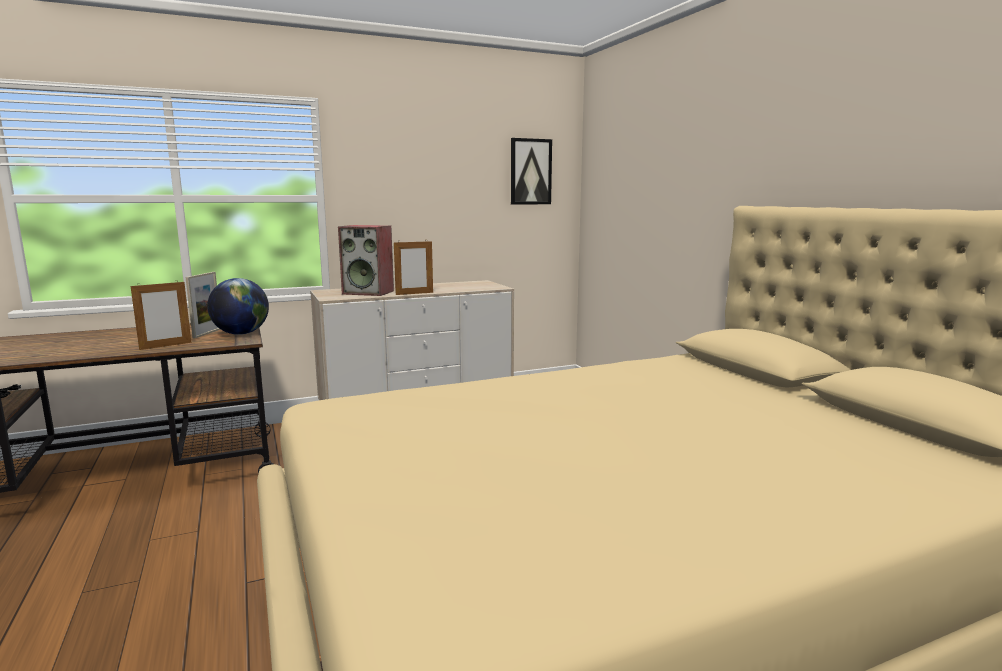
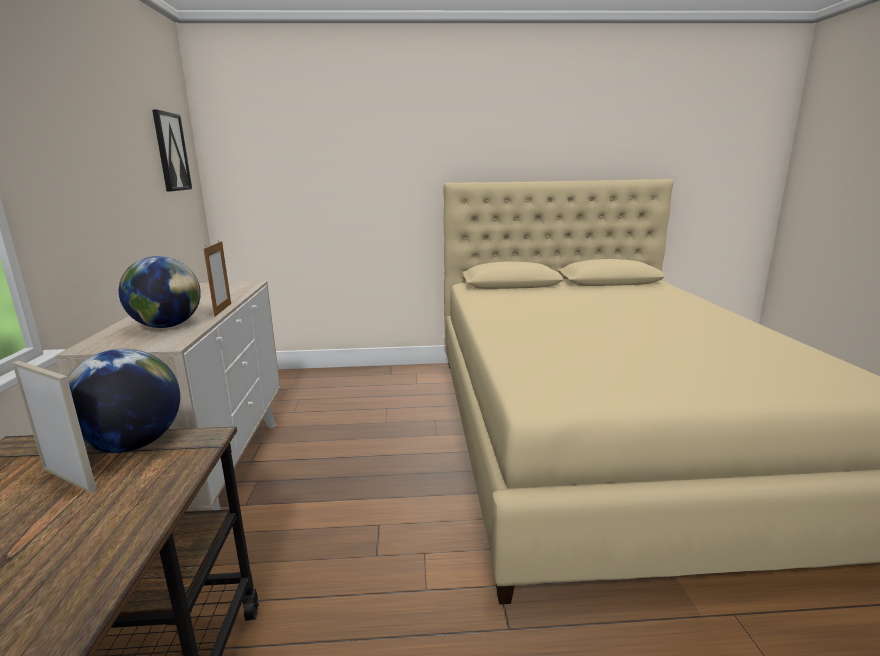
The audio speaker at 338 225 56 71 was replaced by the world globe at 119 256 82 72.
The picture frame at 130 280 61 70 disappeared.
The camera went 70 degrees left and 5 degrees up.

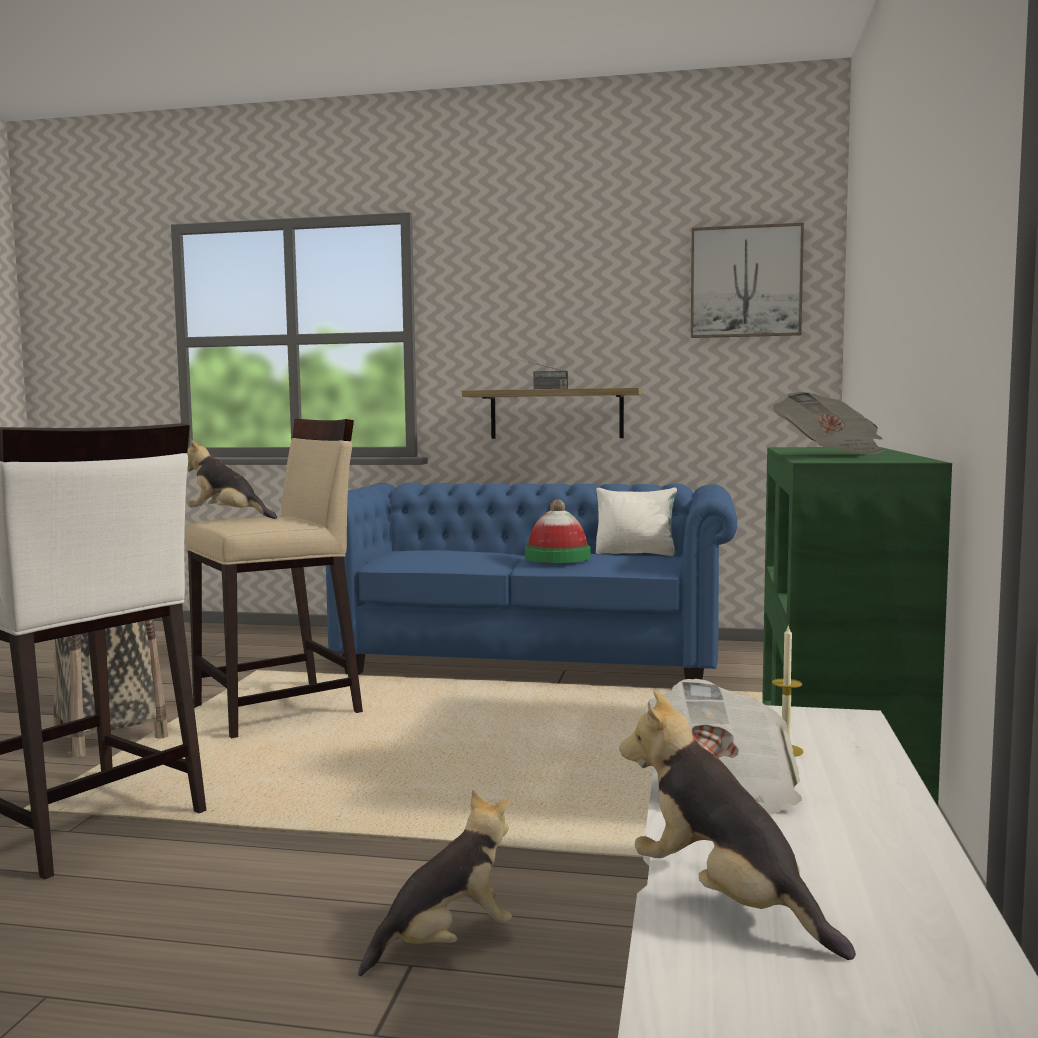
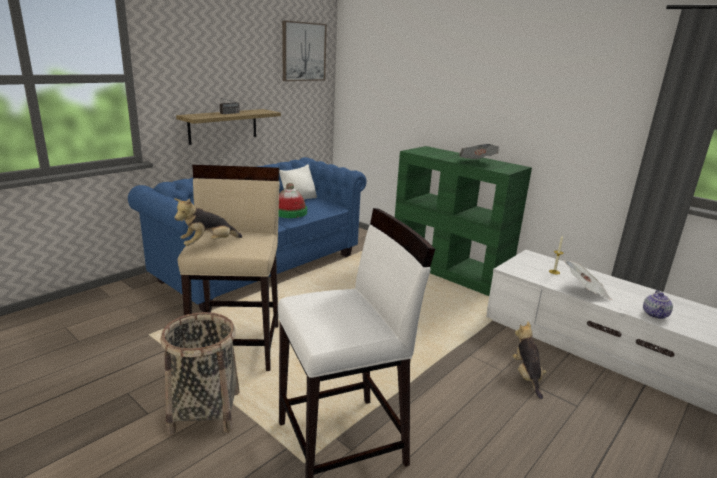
The plush toy at 619 690 237 270 was replaced by the tea pot at 643 290 30 29.
The camera went 60 degrees left and 15 degrees up.

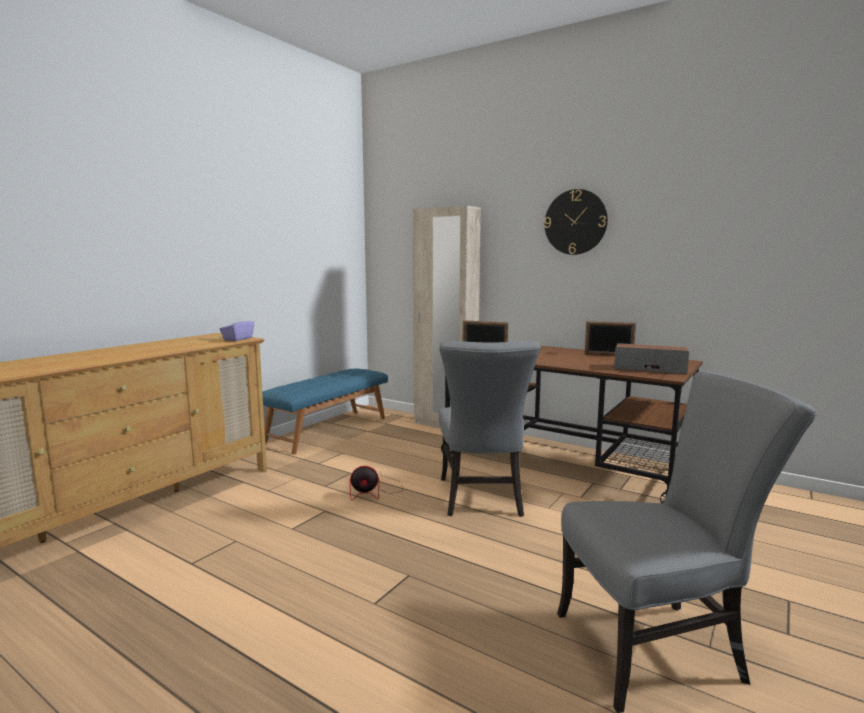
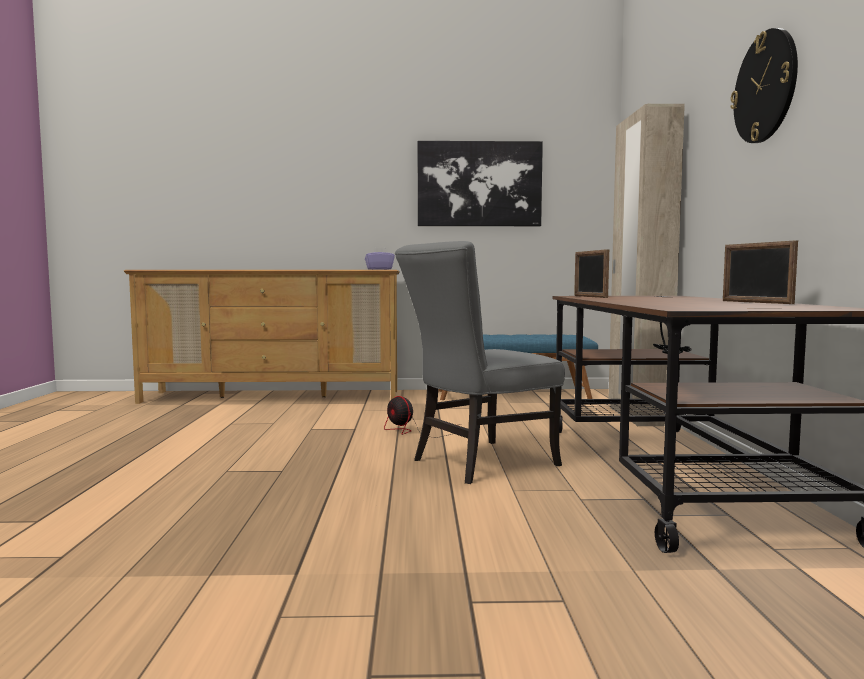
The audio speaker at 614 343 75 32 disappeared.
The greyish upright chair at 557 371 260 342 disappeared.
The wall art at 418 141 125 85 appeared.
The camera went 55 degrees right and 5 degrees down.

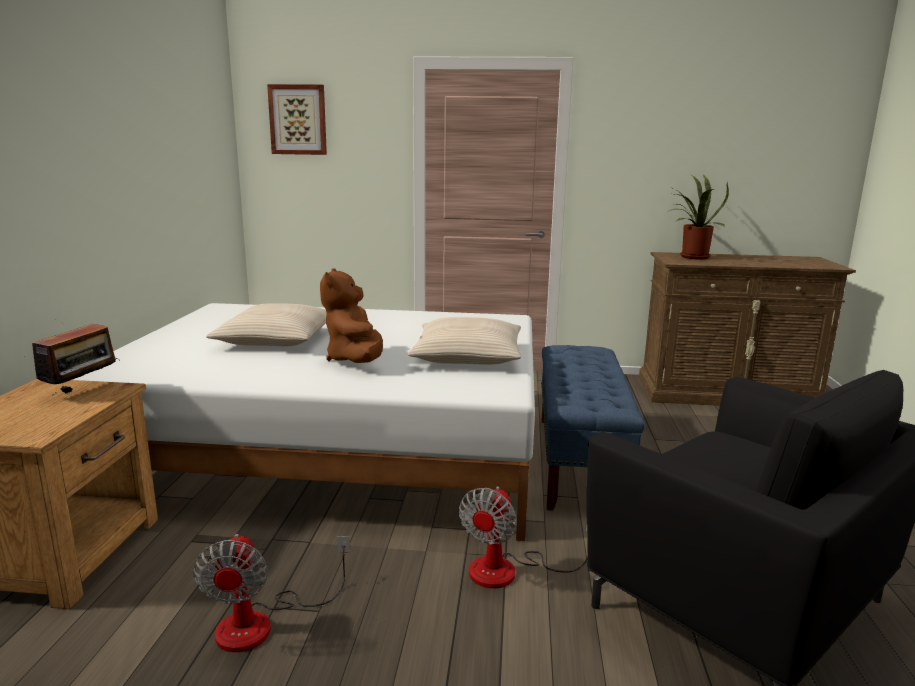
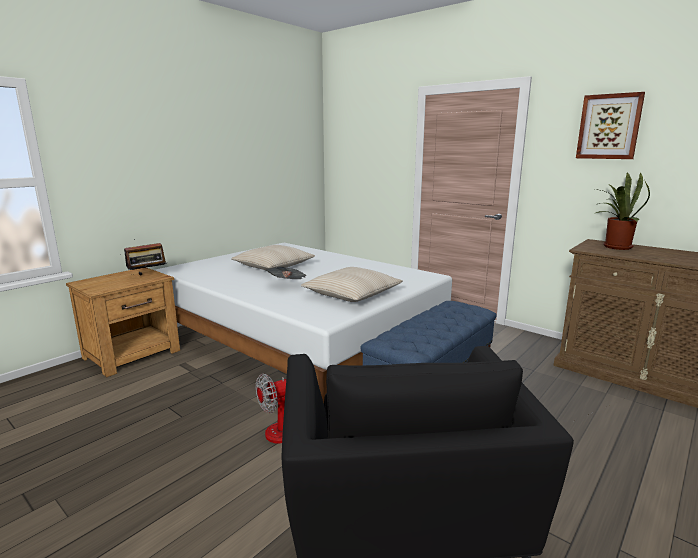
The wall art moved from 267 84 60 71 to 576 92 69 67.
The brown-coloured plush toy at 320 268 63 95 was replaced by the newspaper at 265 267 41 12.
The cooling fan at 193 534 157 118 disappeared.
The camera went 35 degrees right and 0 degrees up.

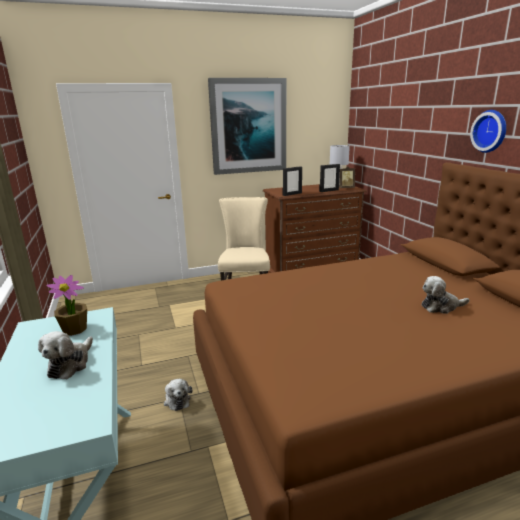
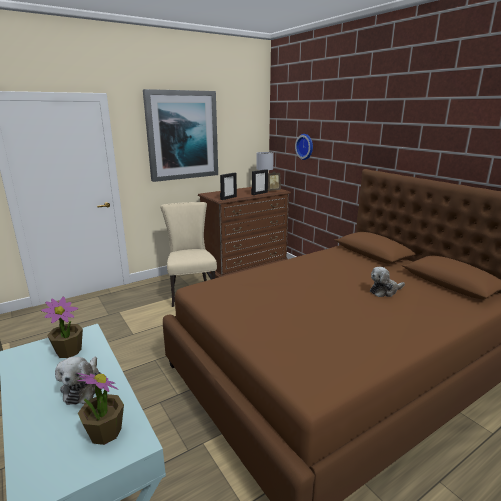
The hanging clock moved from 470 110 36 43 to 295 134 18 26.
The plush toy at 164 379 28 32 disappeared.
The plant in a pot at 77 373 47 72 appeared.
The camera went 15 degrees left and 0 degrees up.

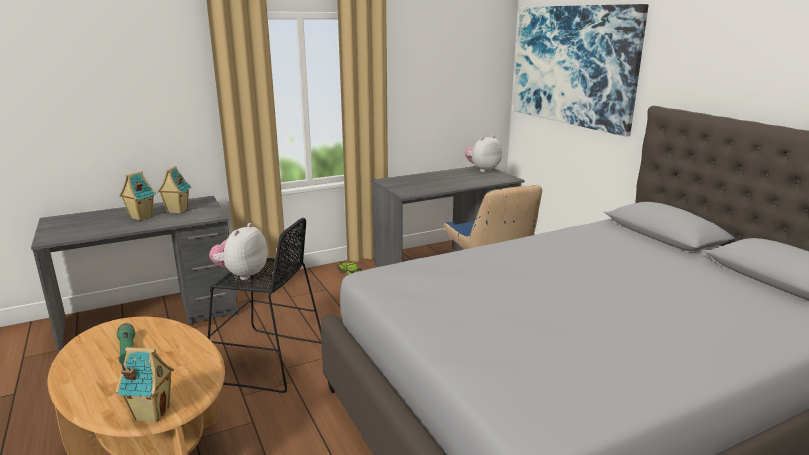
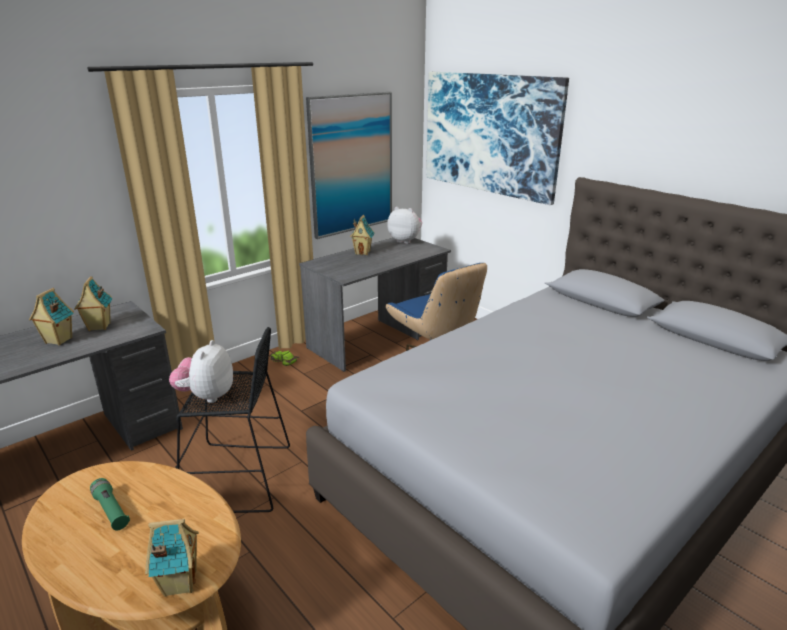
The plush toy at 465 135 37 37 turned 75 degrees clockwise.
The wall art at 306 92 86 147 appeared.
The model house at 350 215 25 40 appeared.
The camera went 15 degrees left and 5 degrees up.

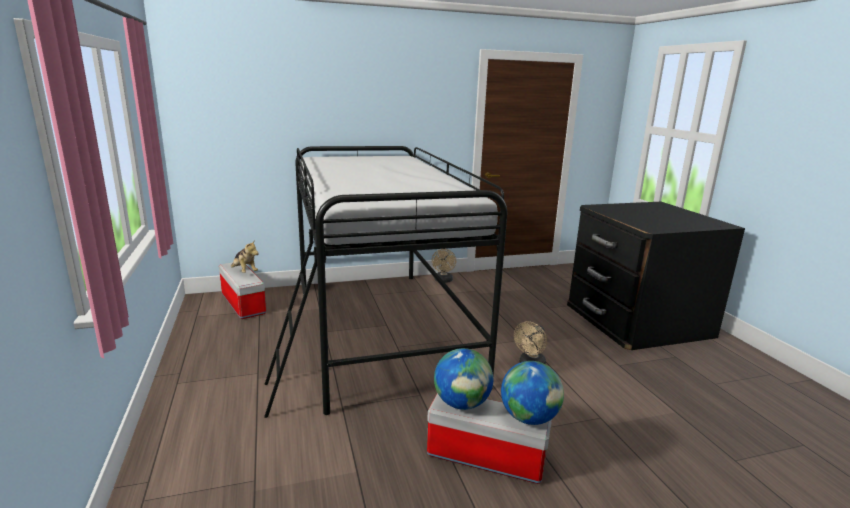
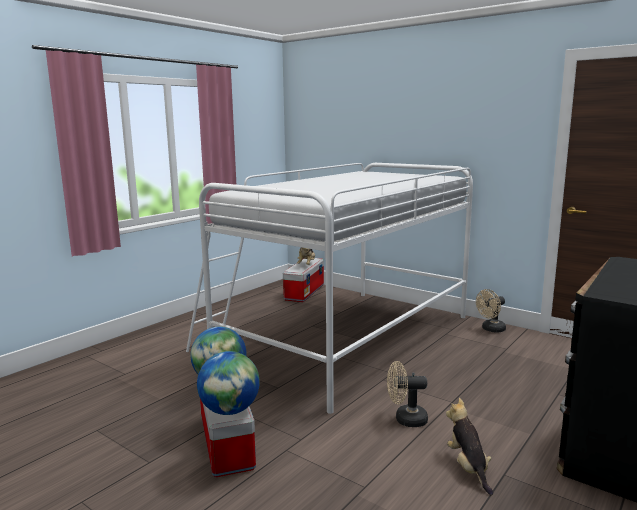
The blackish sleeping bed at 264 146 243 272 became the white sleeping bed at 186 163 287 251.
The plush toy at 446 398 47 97 appeared.
The camera went 55 degrees right and 5 degrees down.

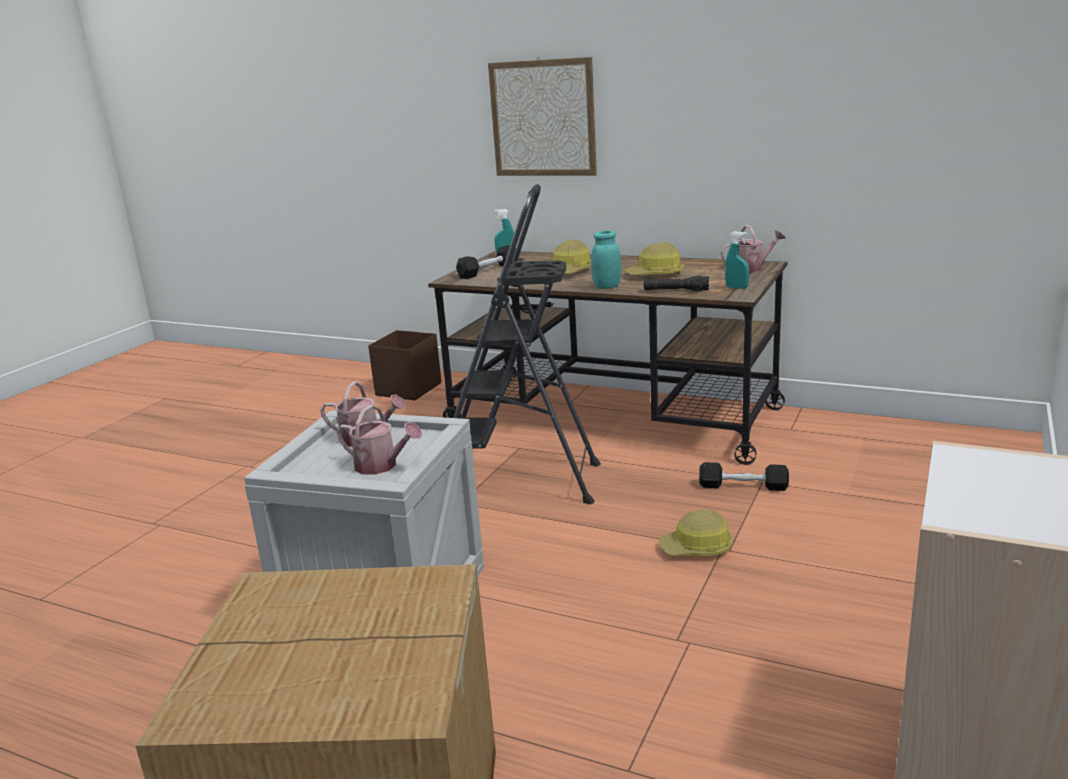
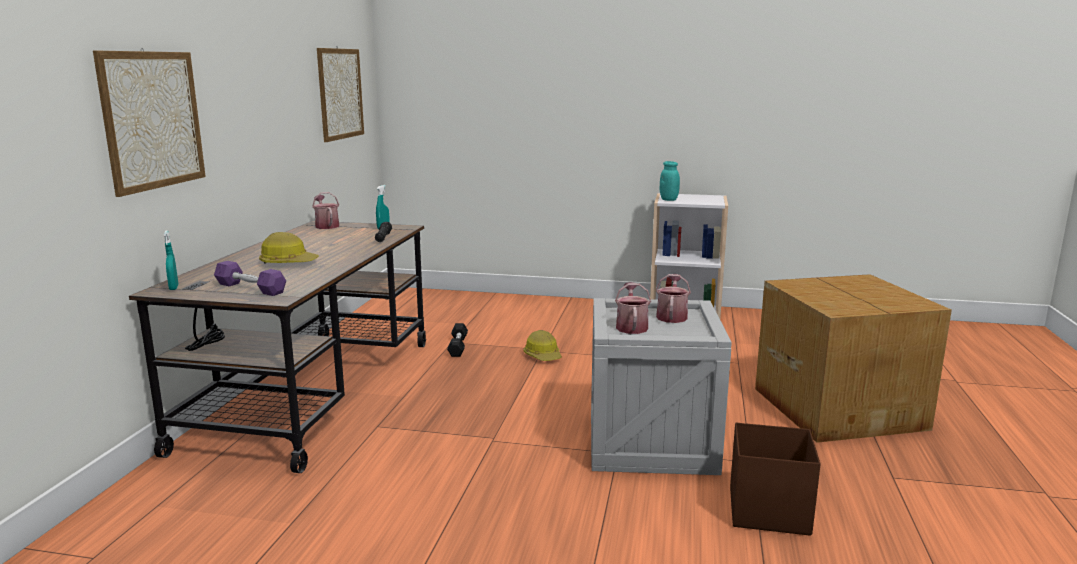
The stepladder at 454 184 147 320 disappeared.
The turquoise storage jar moved from 591 231 30 58 to 660 161 20 40.
The work helmet at 625 242 59 33 disappeared.
The blackish dumbbell at 456 245 60 34 became the purple dumbbell at 214 261 72 35.
The brown-coloured storage bin moved from 368 330 73 70 to 730 423 90 113.
The wall art at 317 46 47 96 appeared.
The camera went 105 degrees left and 5 degrees down.

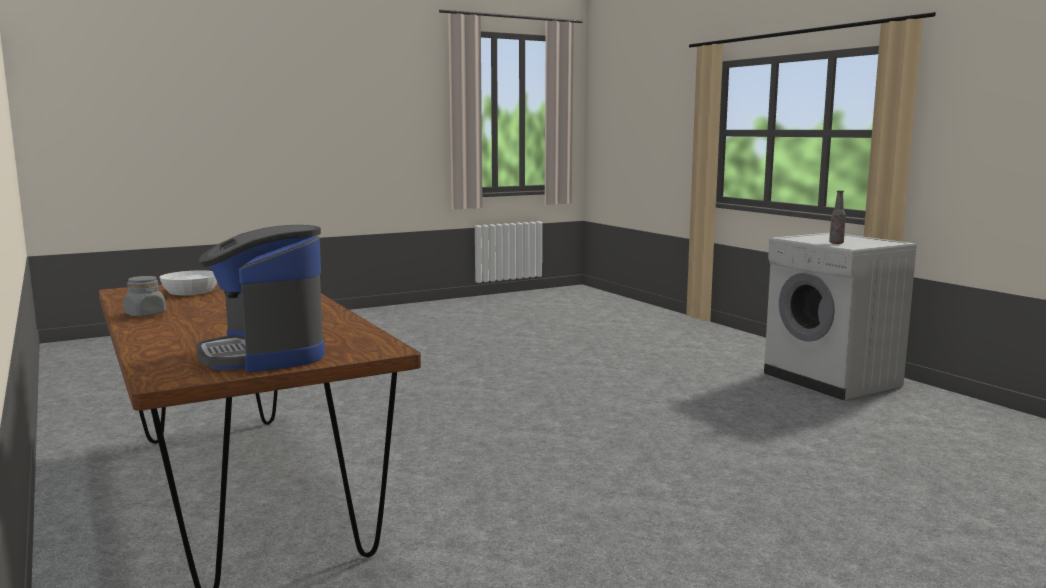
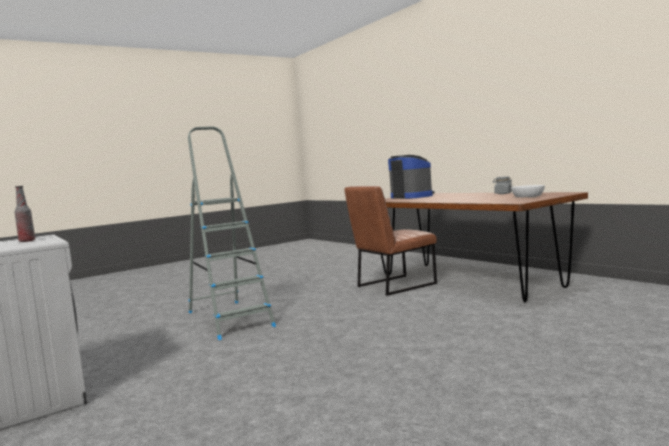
The greyish stepladder at 188 126 88 214 appeared.
The brown-coloured upright chair at 344 186 93 110 appeared.
The camera went 175 degrees right and 5 degrees down.

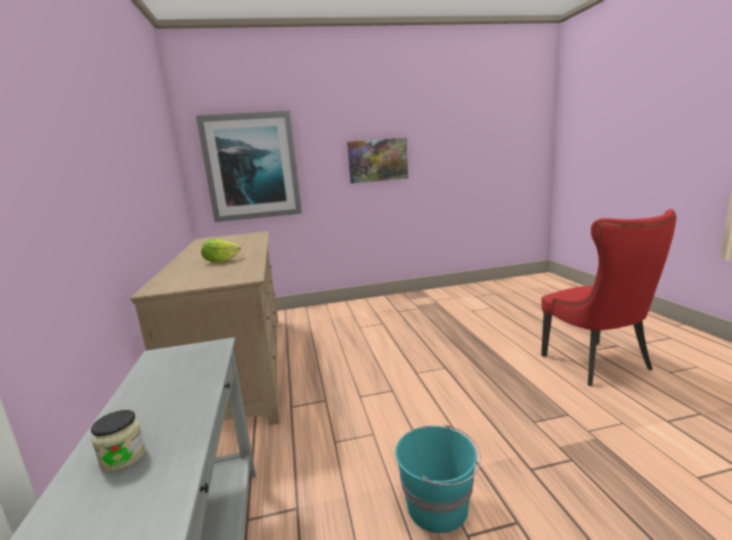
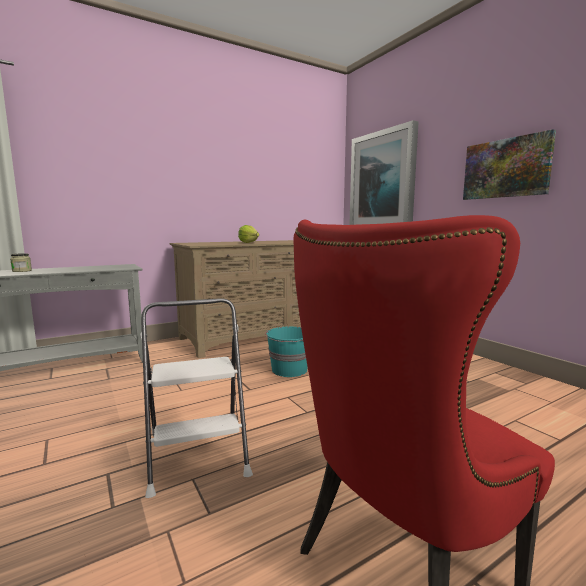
The turquoise bucket moved from 395 425 86 108 to 265 327 43 50.
The white stepladder at 140 298 113 200 appeared.
The camera went 70 degrees right and 5 degrees down.

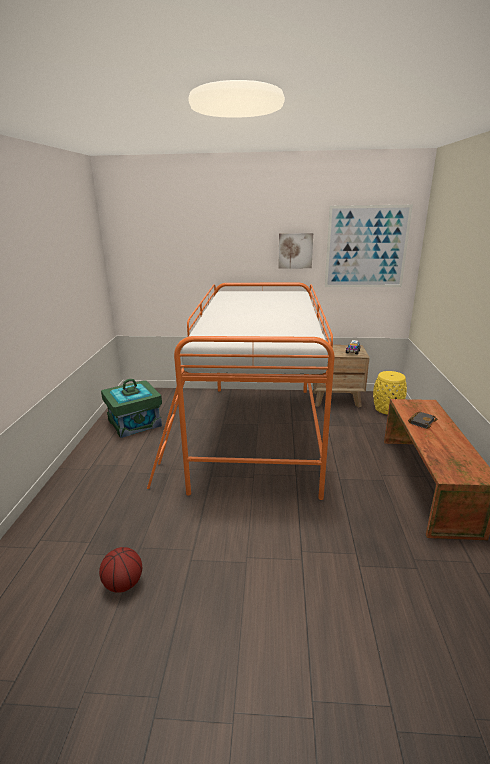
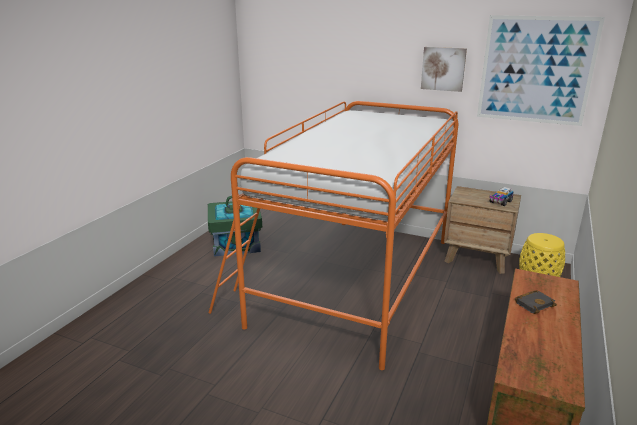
The basketball ball at 99 547 43 46 disappeared.
The camera went 20 degrees right and 0 degrees up.

